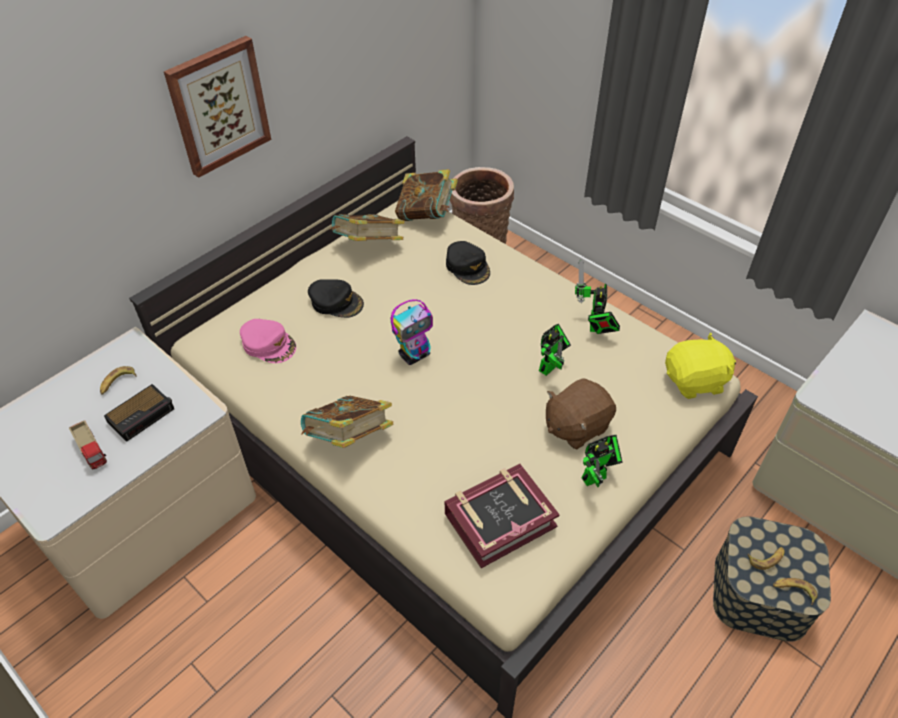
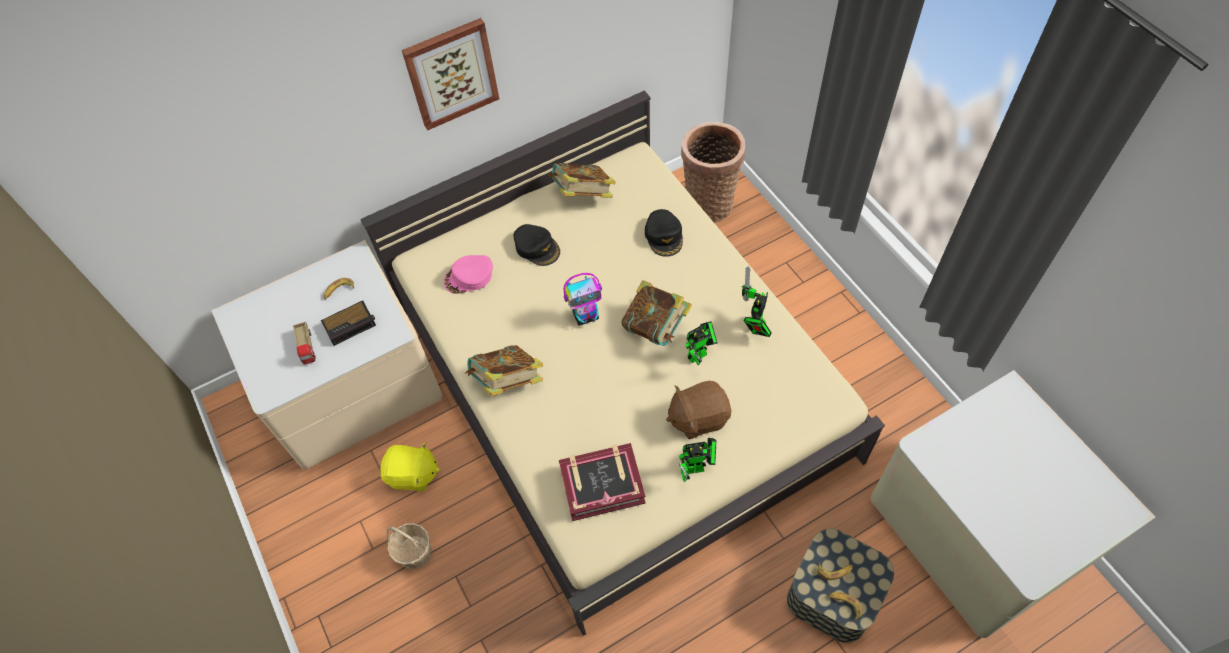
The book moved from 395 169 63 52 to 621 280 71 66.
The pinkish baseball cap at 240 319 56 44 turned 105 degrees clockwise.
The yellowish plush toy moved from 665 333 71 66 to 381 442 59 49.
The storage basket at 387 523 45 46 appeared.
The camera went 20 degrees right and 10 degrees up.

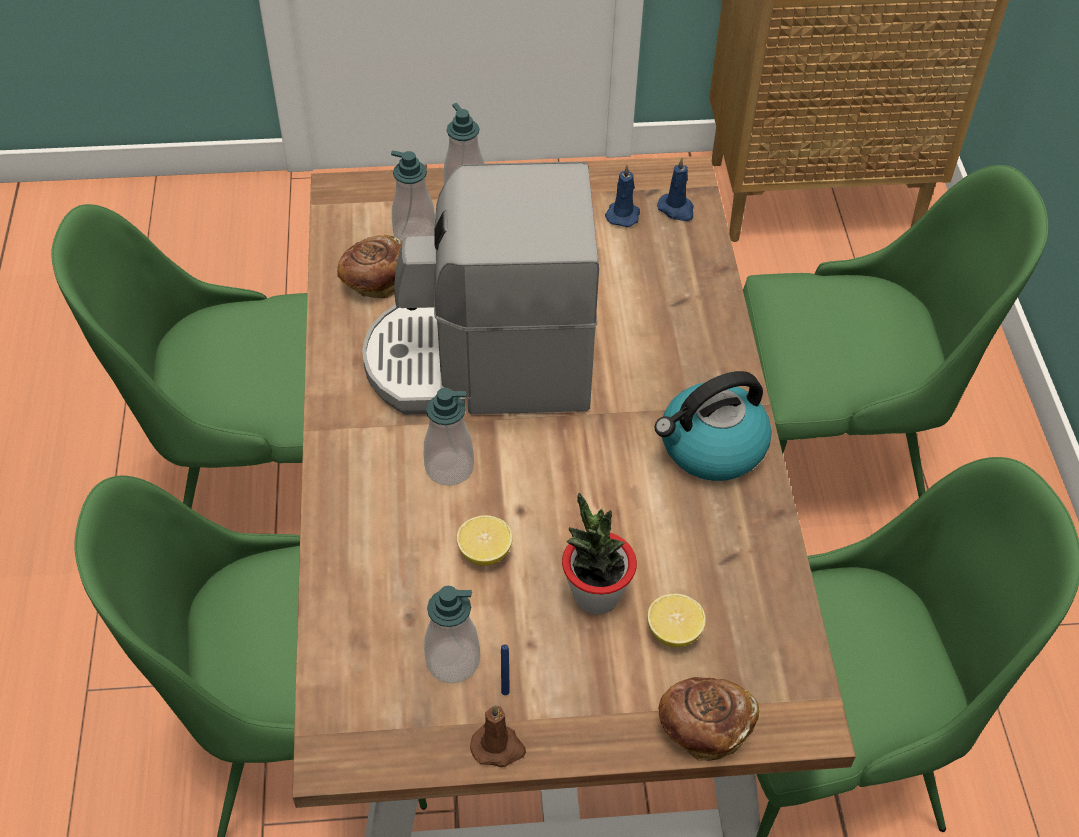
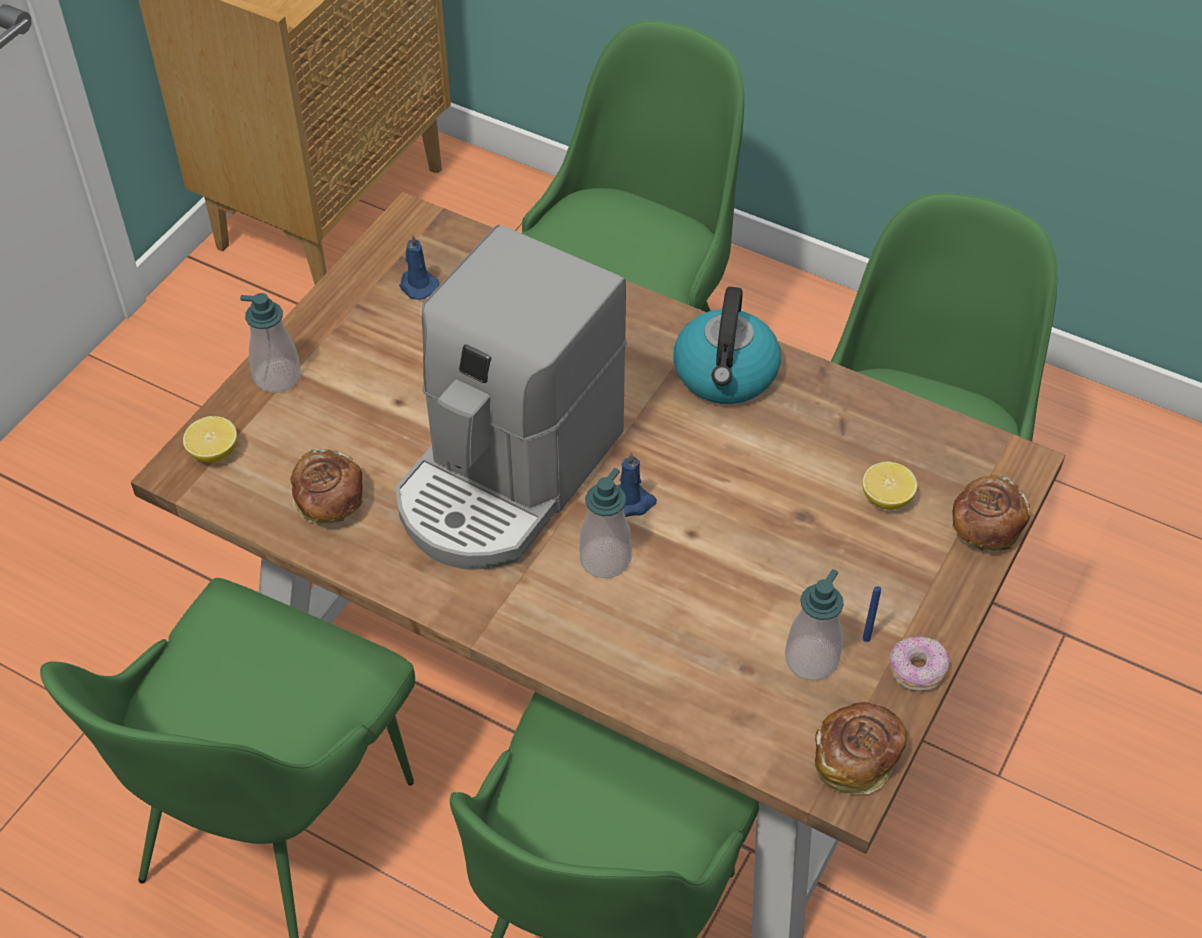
The liquid soap bottle at 391 150 44 92 disappeared.
The blue-coloured wax candle moved from 657 157 37 64 to 617 452 40 65.
The plant in a pot at 562 493 75 121 disappeared.
The citrus fruit moved from 457 515 55 51 to 183 416 54 46.
The brown-coloured wax candle at 470 705 56 62 was replaced by the doughnut at 890 636 59 55.
The bread at 815 702 92 92 appeared.
The camera went 55 degrees left and 0 degrees up.

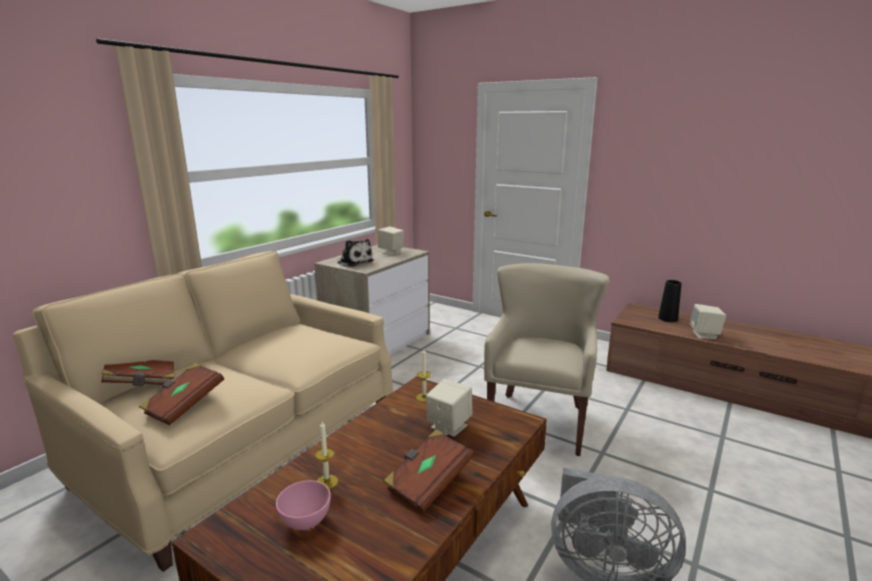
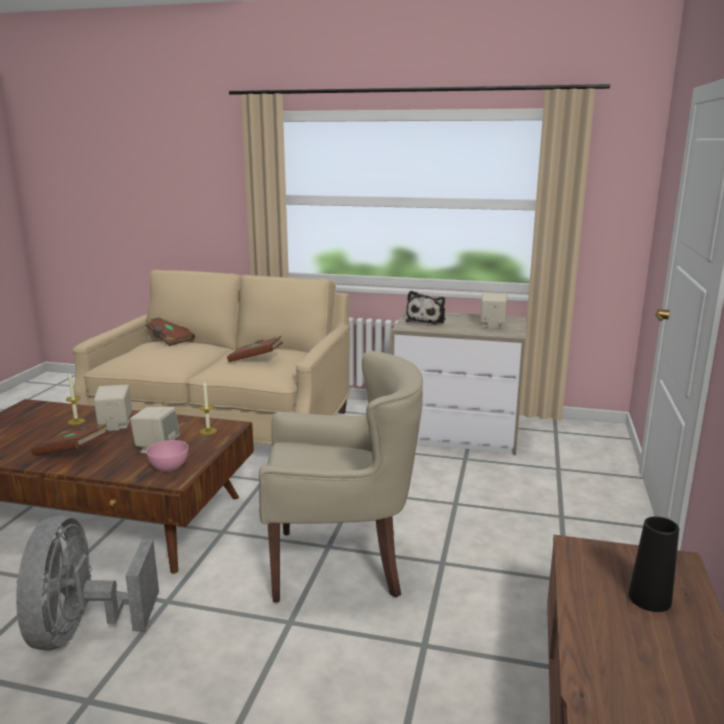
The beige audio speaker moved from 690 304 36 35 to 94 385 38 46.
The brown-coloured book moved from 139 363 85 63 to 227 336 56 26.
The pinkish bowl moved from 276 480 55 50 to 146 440 42 32.
The camera went 70 degrees right and 0 degrees up.

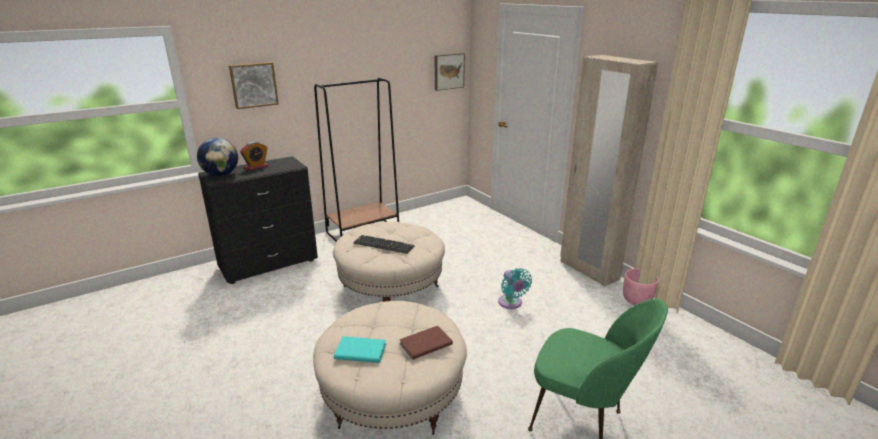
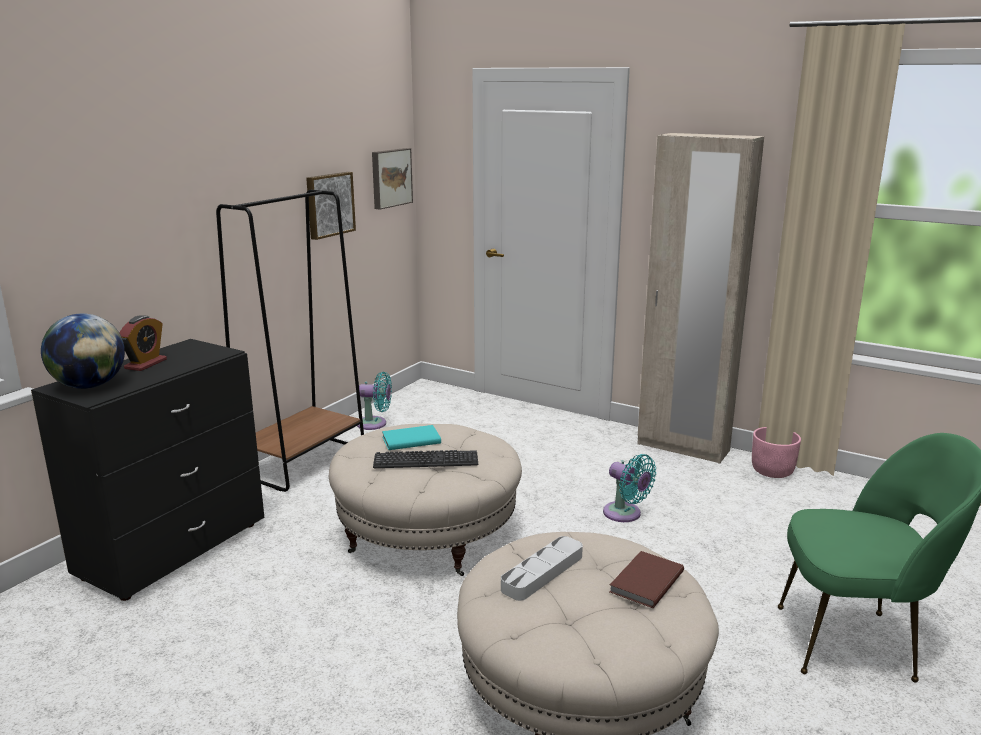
The wall art moved from 229 62 50 47 to 306 172 50 68.
The turquoise book moved from 334 336 52 27 to 382 425 59 25.
The turquoise cooling fan at 357 372 35 58 appeared.
The greyish serving tray at 501 536 82 65 appeared.
The camera went 25 degrees left and 5 degrees down.

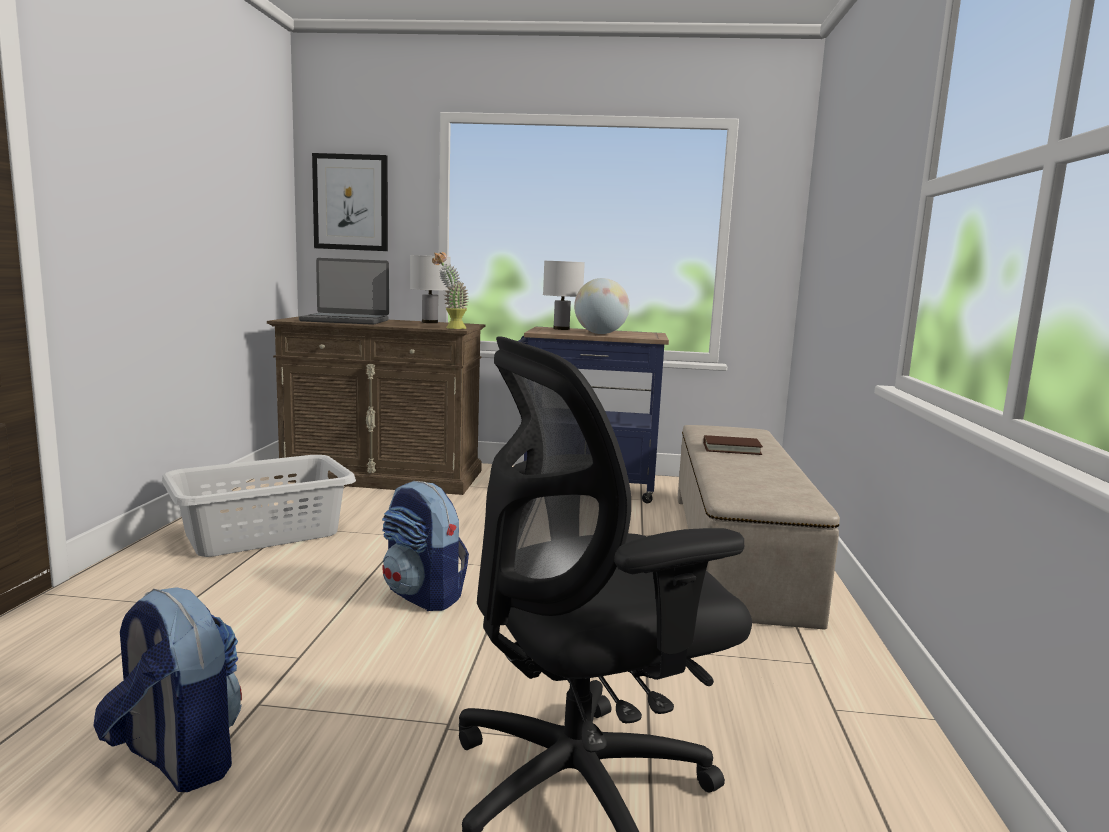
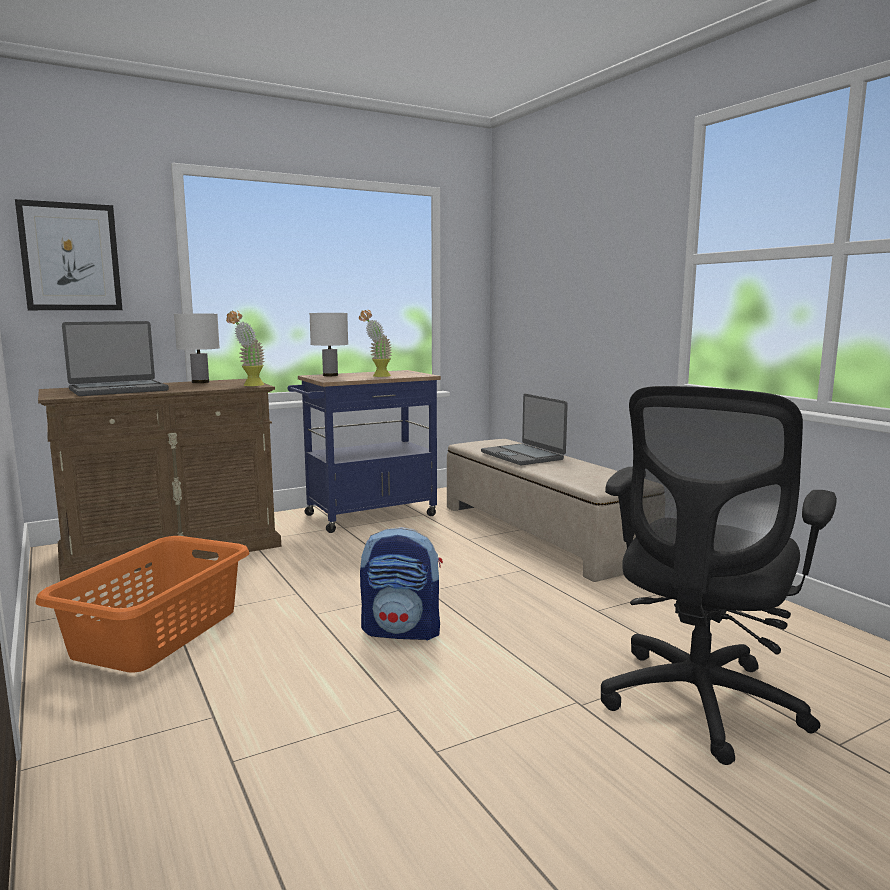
The world globe at 574 278 56 56 was replaced by the plant in a pot at 359 310 33 67.
The brown-coloured book at 703 435 60 20 was replaced by the laptop at 481 394 87 71.
The greyish laundry basket at 162 455 194 102 became the orange-coloured laundry basket at 35 536 215 137.
The knapsack at 93 587 149 205 disappeared.
The camera went 35 degrees left and 0 degrees up.

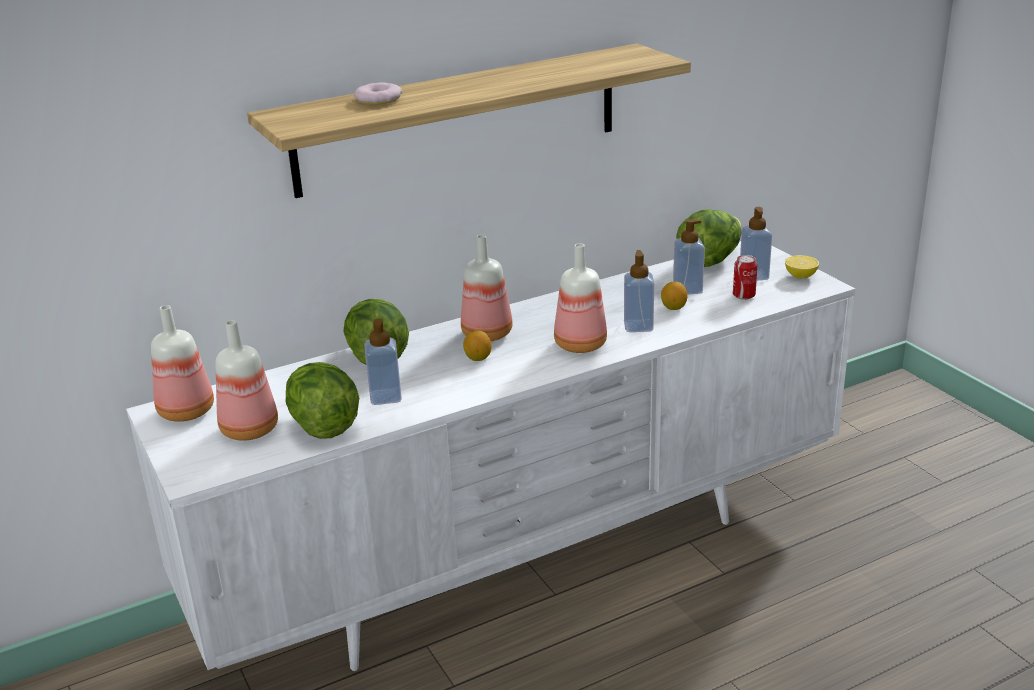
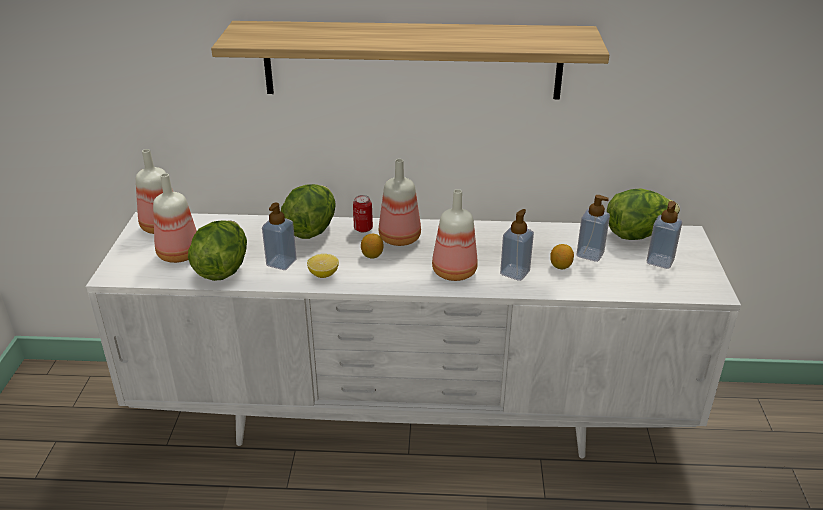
The doughnut at 354 82 48 23 disappeared.
The metal can moved from 733 255 24 45 to 353 195 20 37.
The citrus fruit moved from 785 255 34 24 to 307 254 32 24.
The camera went 30 degrees right and 5 degrees up.

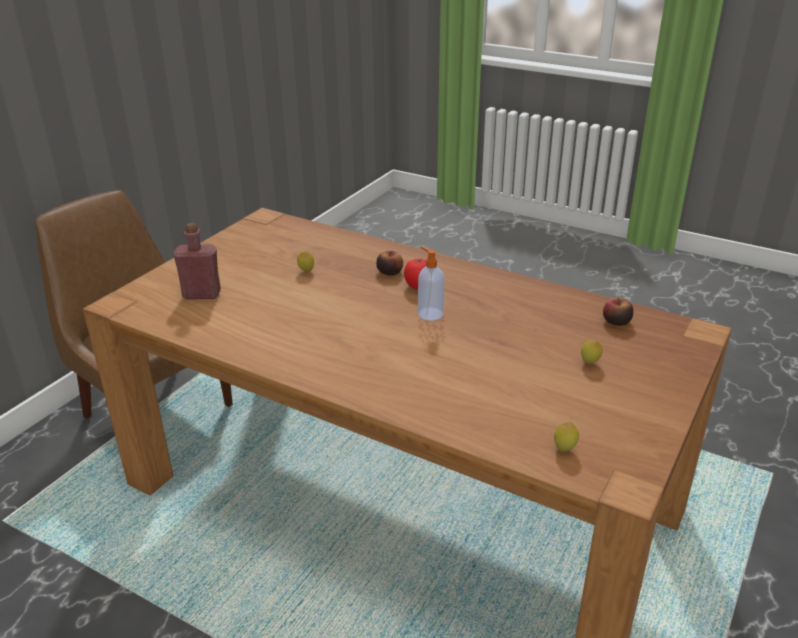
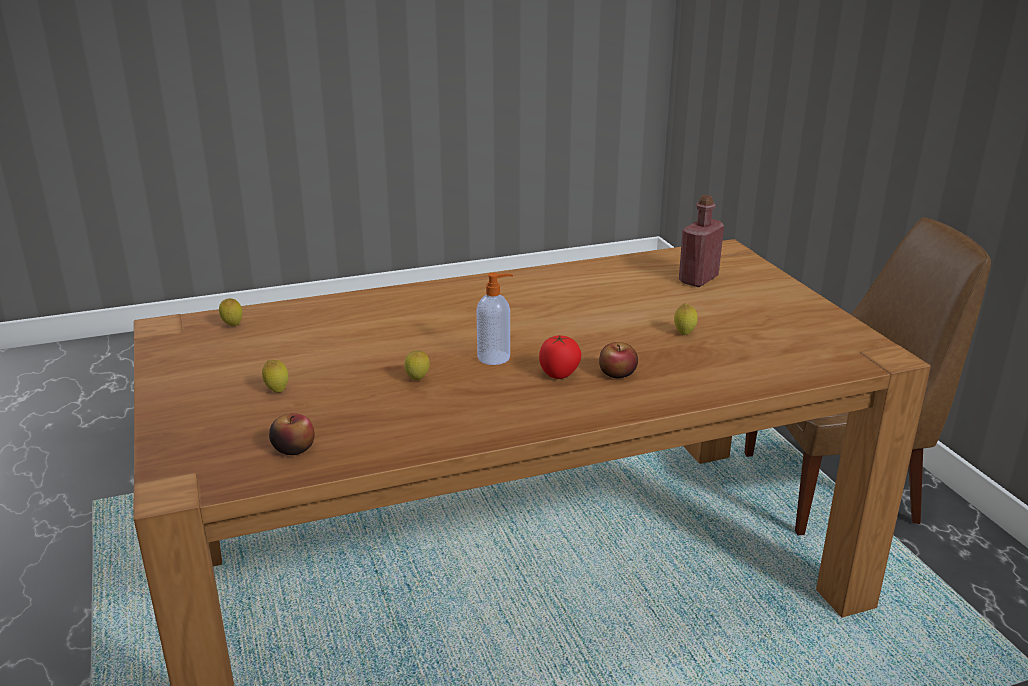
The citrus fruit at 404 350 26 30 appeared.
The camera went 130 degrees right and 5 degrees down.

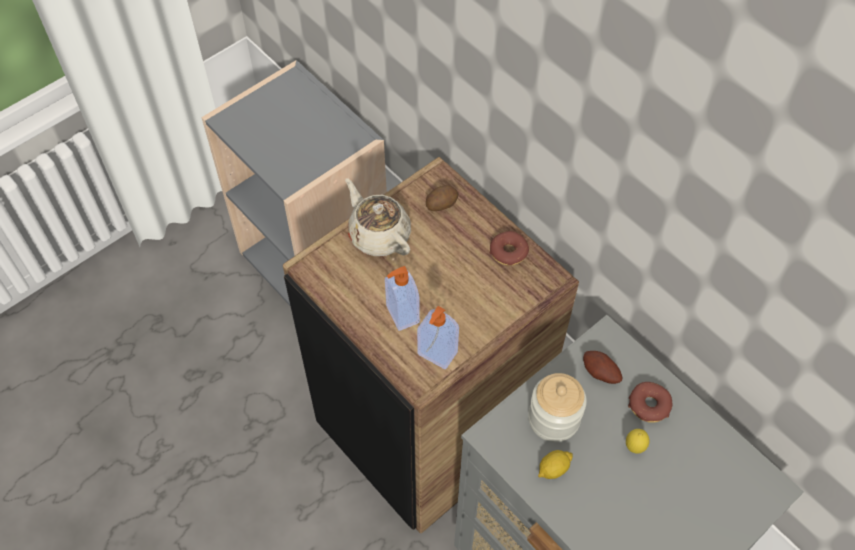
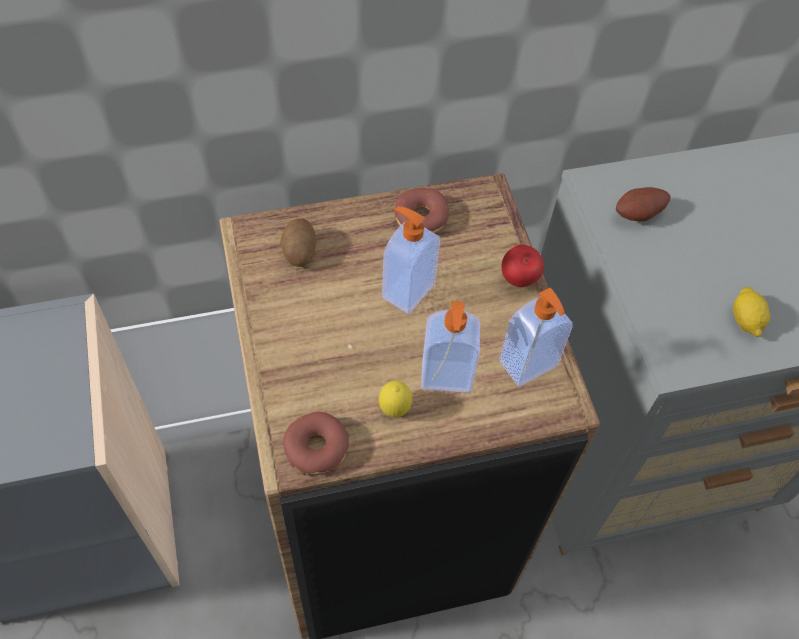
The beige tea pot at 345 178 66 78 disappeared.
The storage jar at 528 373 59 69 disappeared.
The doughnut moved from 628 382 44 41 to 283 412 66 63.
The citrus fruit moved from 626 429 24 25 to 379 381 33 36.
The liquid soap bottle at 382 206 58 108 appeared.
The apple fruit at 502 245 42 42 appeared.
The camera went 65 degrees left and 0 degrees up.

